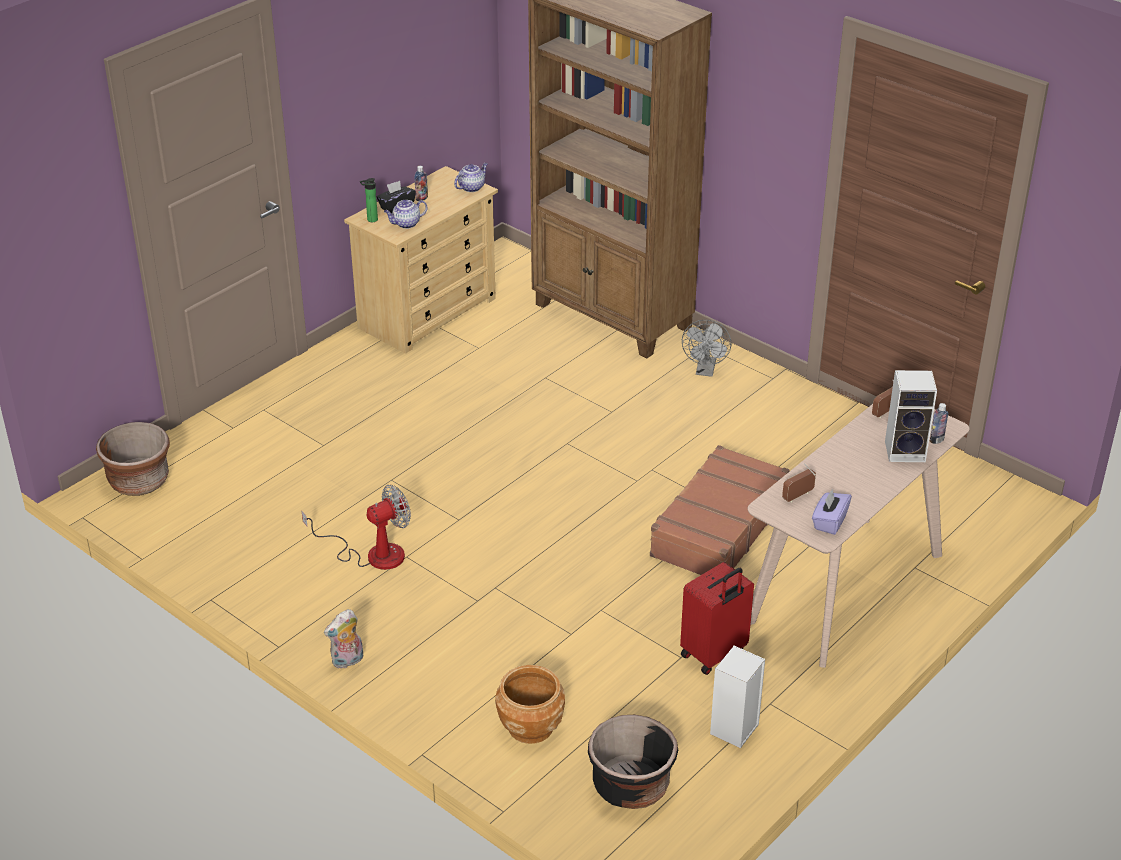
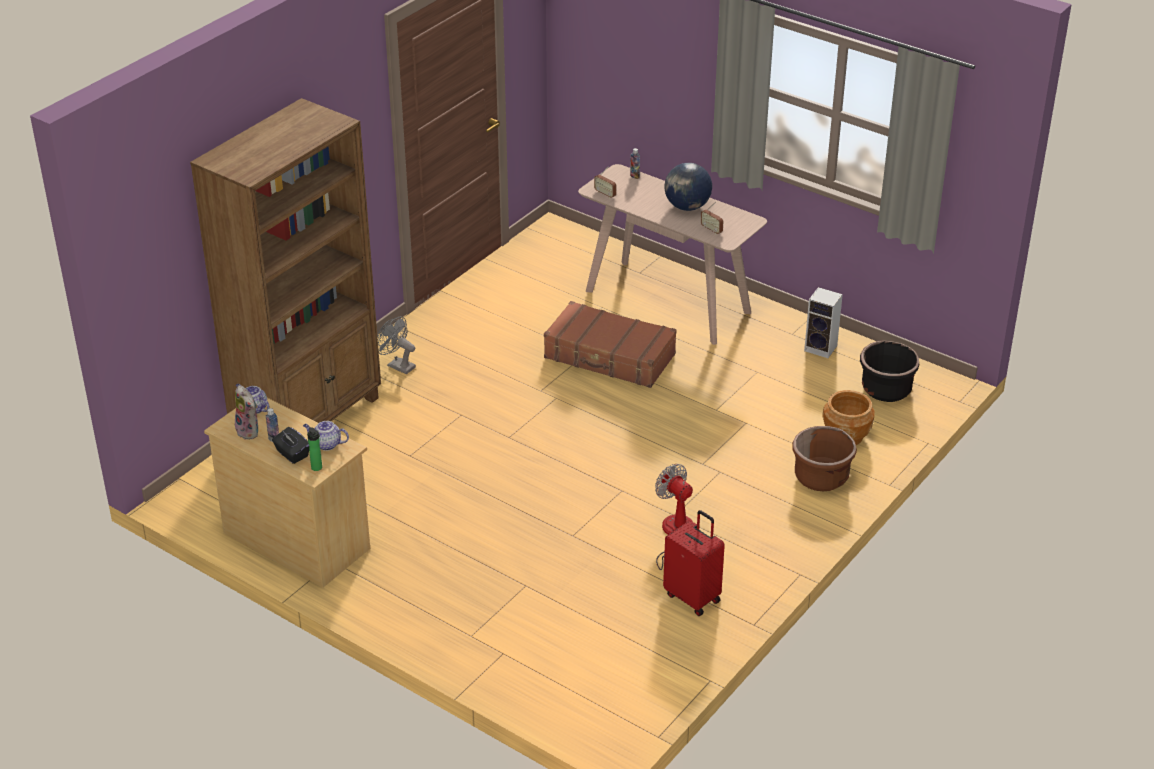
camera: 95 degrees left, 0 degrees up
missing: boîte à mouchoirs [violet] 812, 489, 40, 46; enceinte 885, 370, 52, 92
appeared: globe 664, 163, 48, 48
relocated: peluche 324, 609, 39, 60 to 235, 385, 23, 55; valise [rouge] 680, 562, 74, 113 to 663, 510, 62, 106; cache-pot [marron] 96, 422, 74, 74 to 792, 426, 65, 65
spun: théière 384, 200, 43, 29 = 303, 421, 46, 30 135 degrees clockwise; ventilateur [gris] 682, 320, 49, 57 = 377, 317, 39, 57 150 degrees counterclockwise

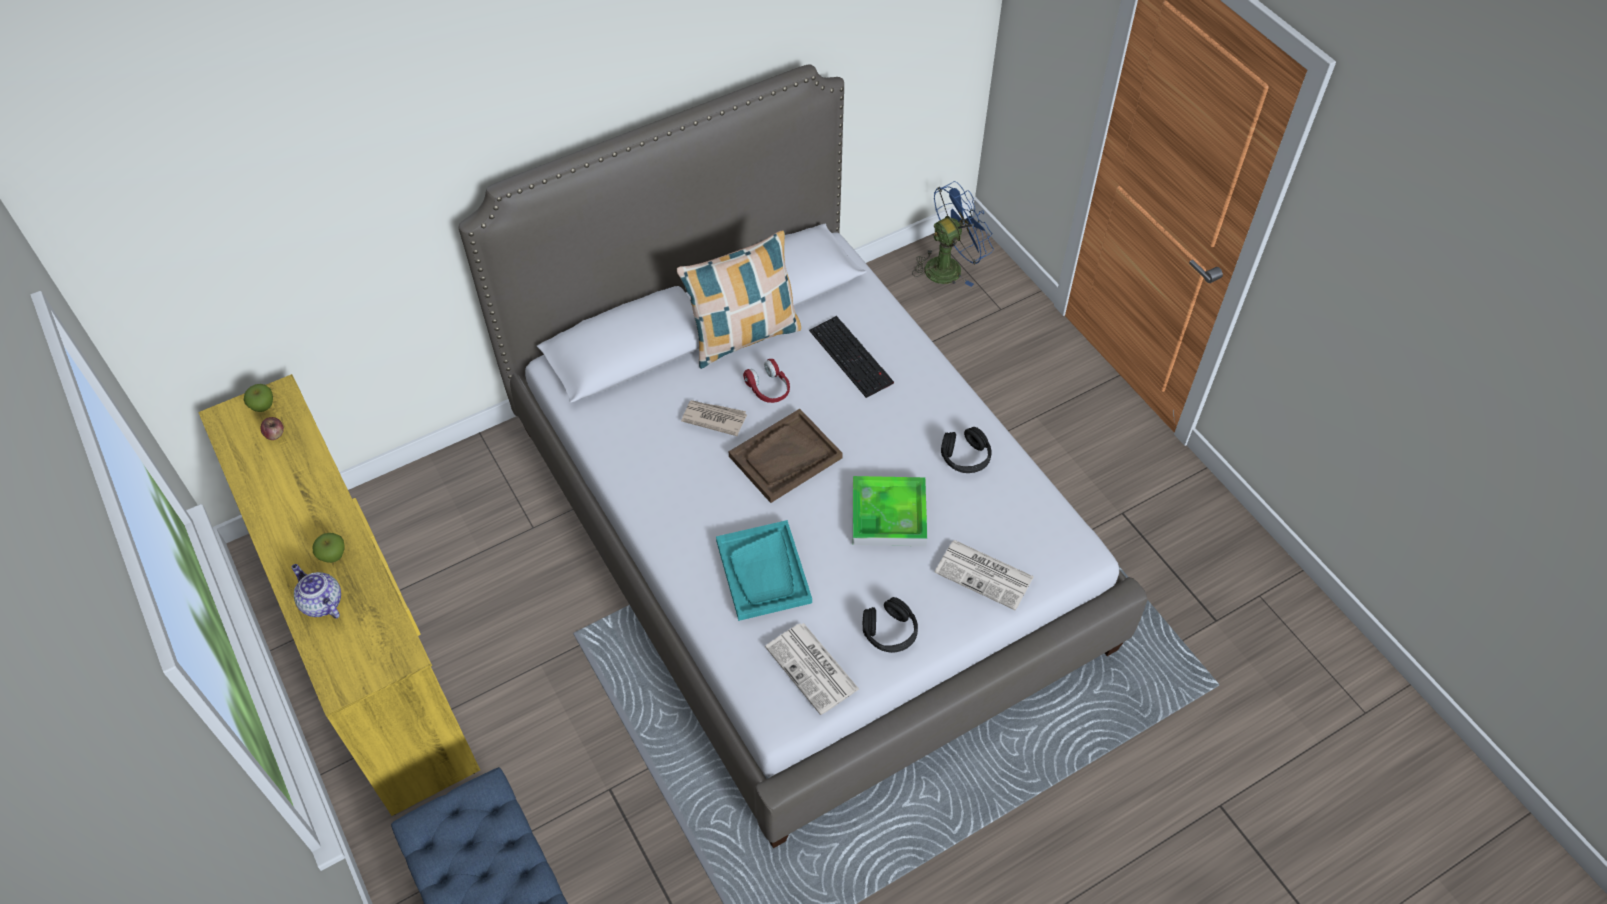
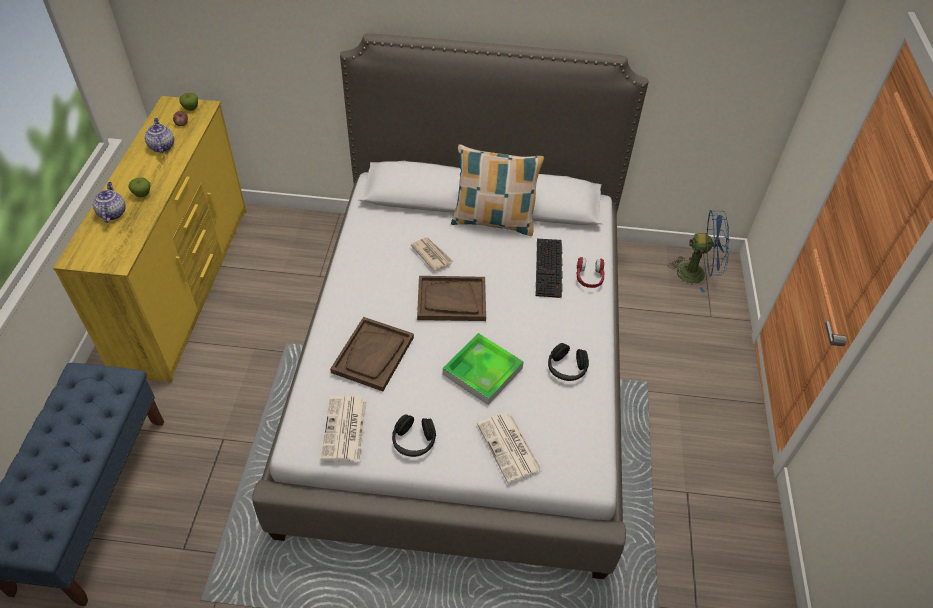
camera: 35 degrees right, 5 degrees down
appeared: théière 145, 118, 29, 35
relocated: casque audio [rouge] 743, 359, 47, 44 to 576, 257, 29, 31
colour: plateau [turquoise] 716, 520, 96, 101 to plateau [marron] 330, 317, 84, 74

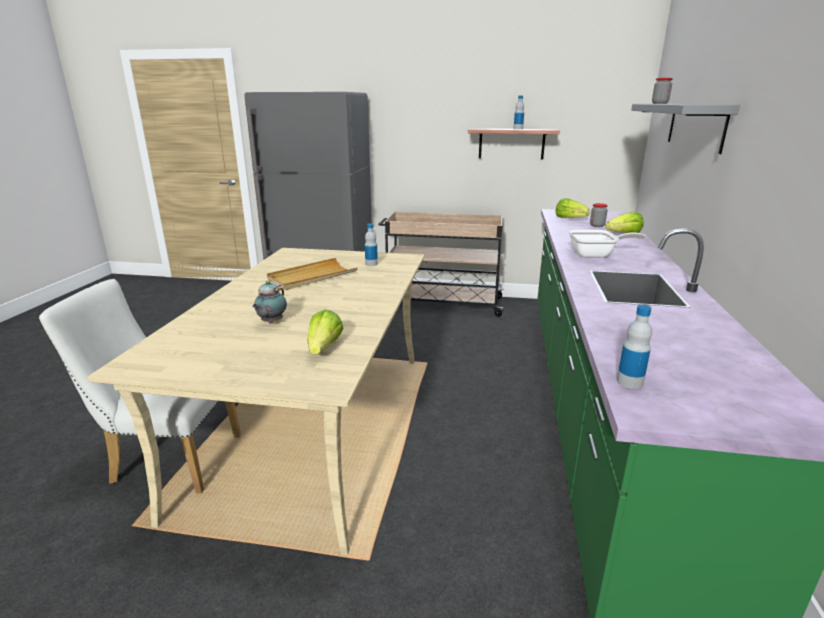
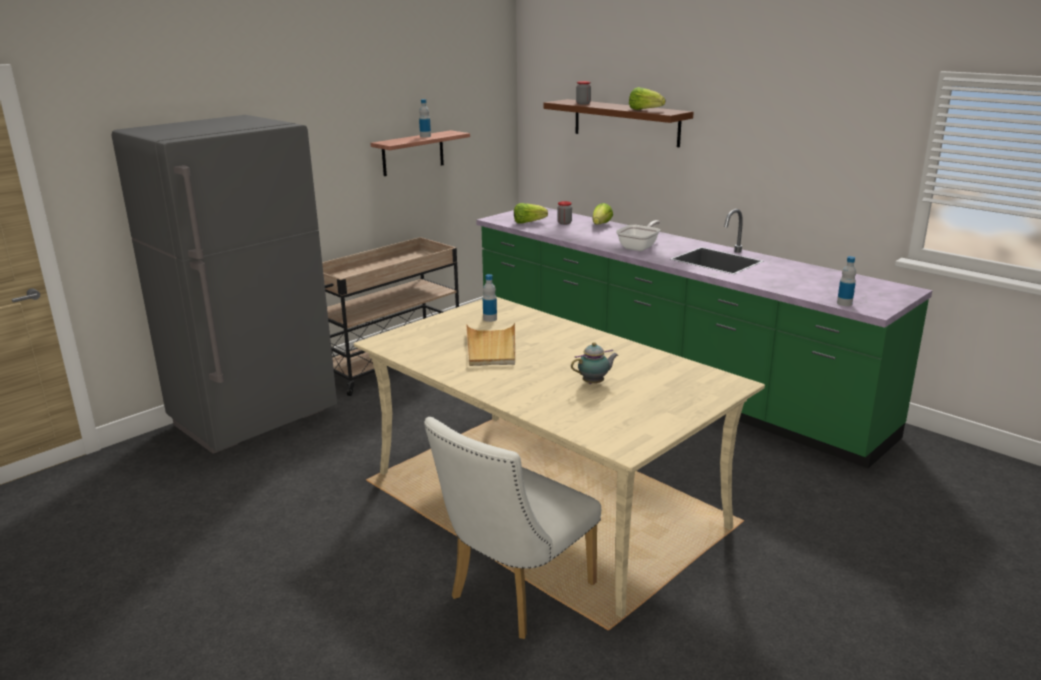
camera: 55 degrees left, 0 degrees up
relocated: laitue 308, 309, 36, 45 to 629, 87, 36, 23
colour: étagère [gris] 631, 104, 109, 50 to étagère [marron] 544, 99, 150, 48
spun: théière 252, 280, 35, 44 = 571, 342, 47, 42 75 degrees counterclockwise

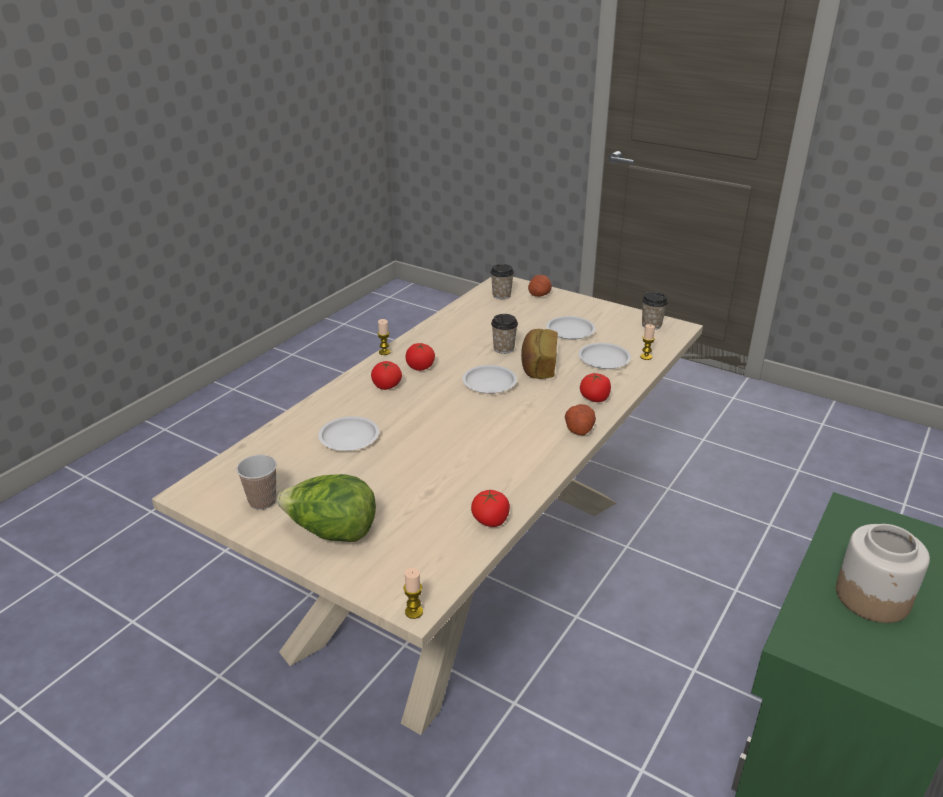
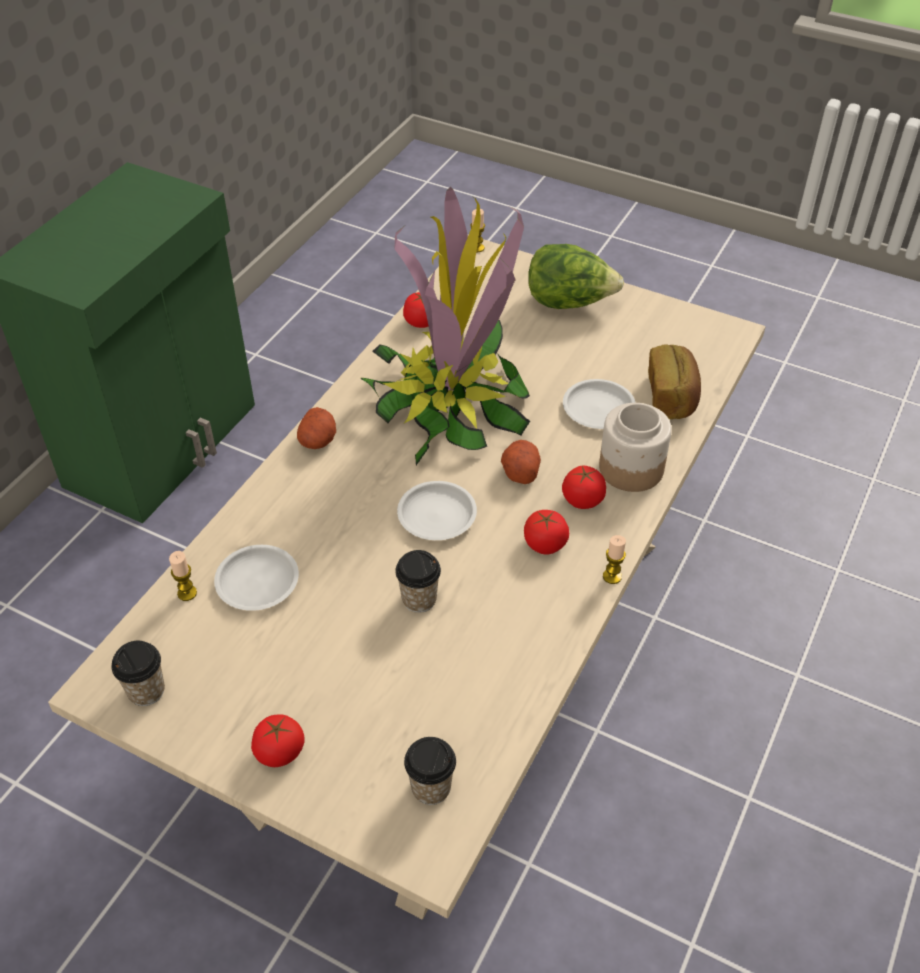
camera: 175 degrees right, 15 degrees up
missing: tasse 236, 455, 41, 55; assiette [blanc] 546, 316, 49, 24
appeared: plante en pot 361, 187, 169, 278
relocated: tomate 580, 373, 31, 29 to 251, 714, 53, 53; pomme de terre 528, 275, 24, 22 to 501, 440, 40, 44; bocal 836, 524, 94, 99 to 599, 403, 73, 89; pain 521, 329, 37, 50 to 648, 344, 53, 75

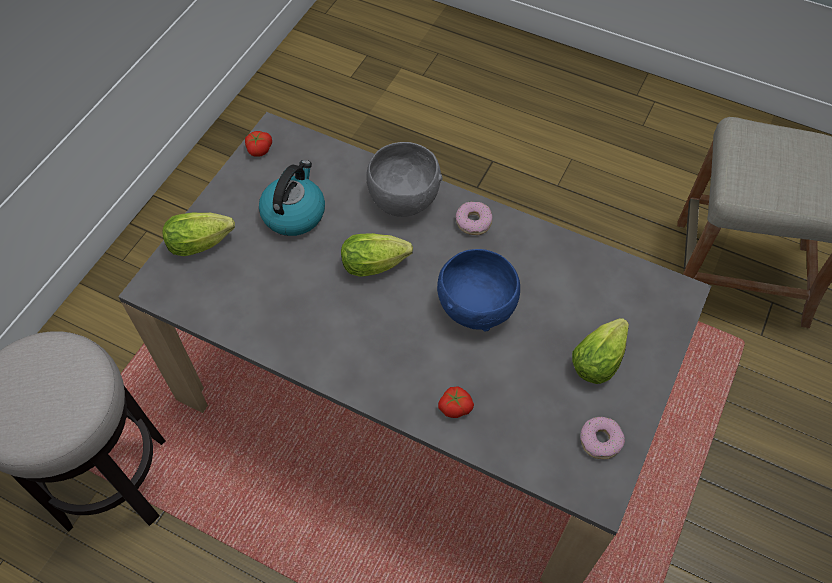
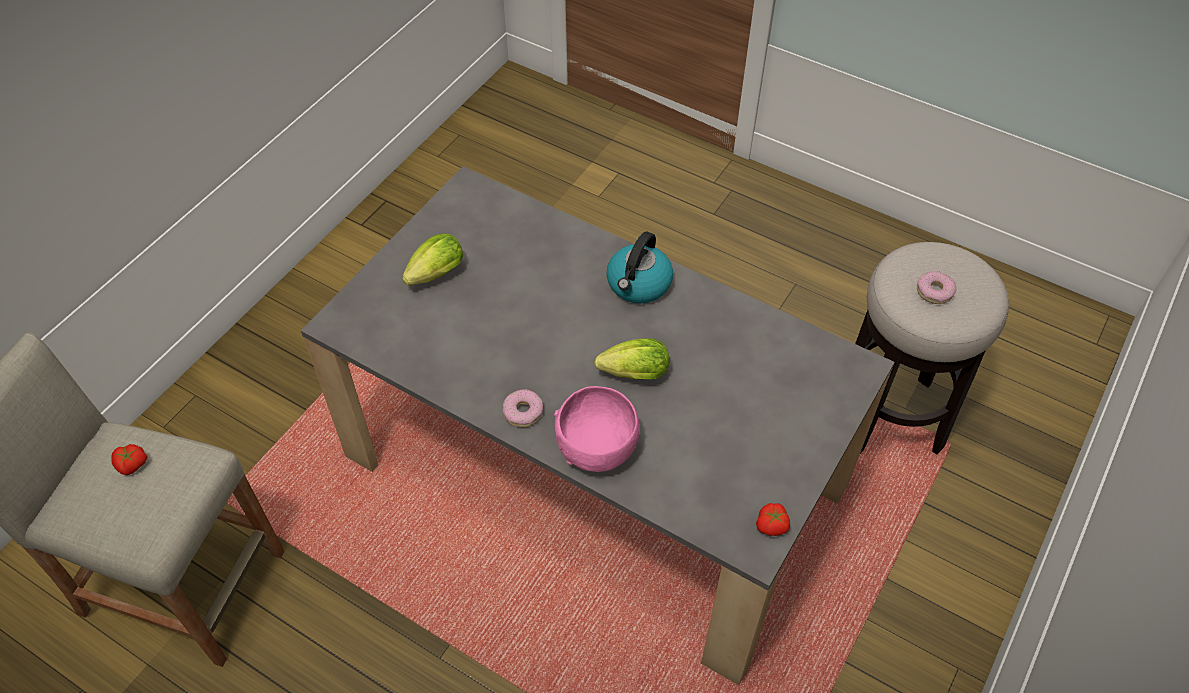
camera: 175 degrees left, 5 degrees down
missing: laitue 162, 213, 73, 43; bol [bleu] 437, 249, 83, 82
relocated: tomate 438, 386, 36, 32 to 111, 444, 36, 31; bouilloire 259, 160, 66, 76 to 606, 231, 67, 72; beignet 580, 417, 45, 42 to 917, 271, 39, 33
colour: bol [gris] 366, 142, 76, 75 to bol [rose] 554, 386, 86, 86

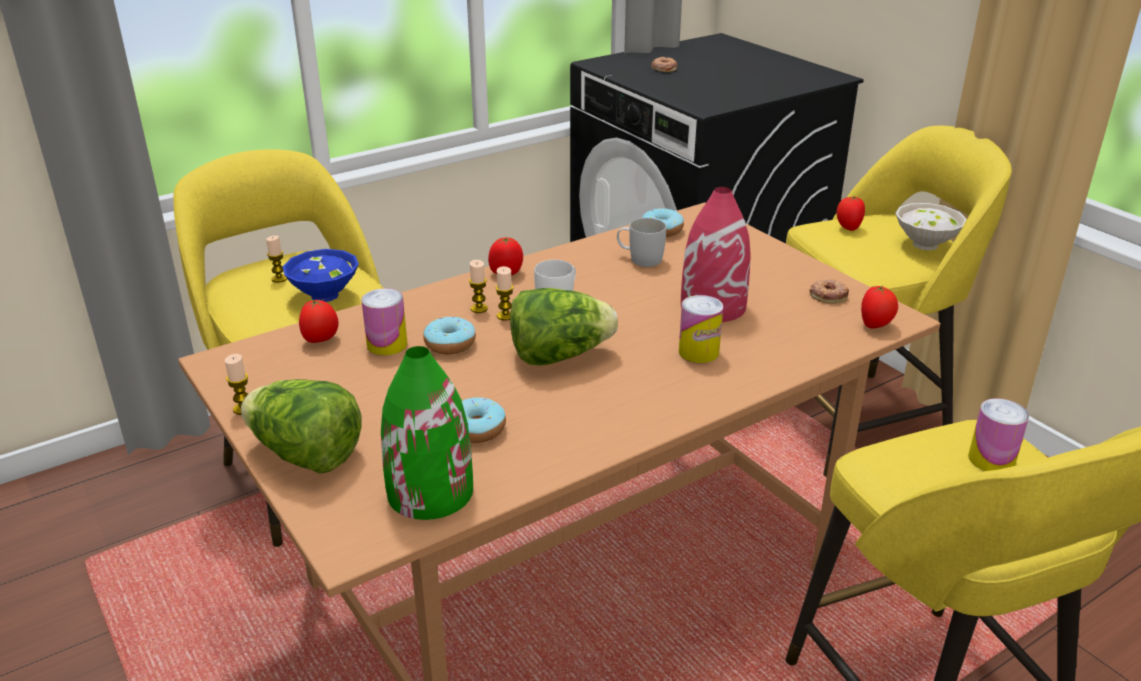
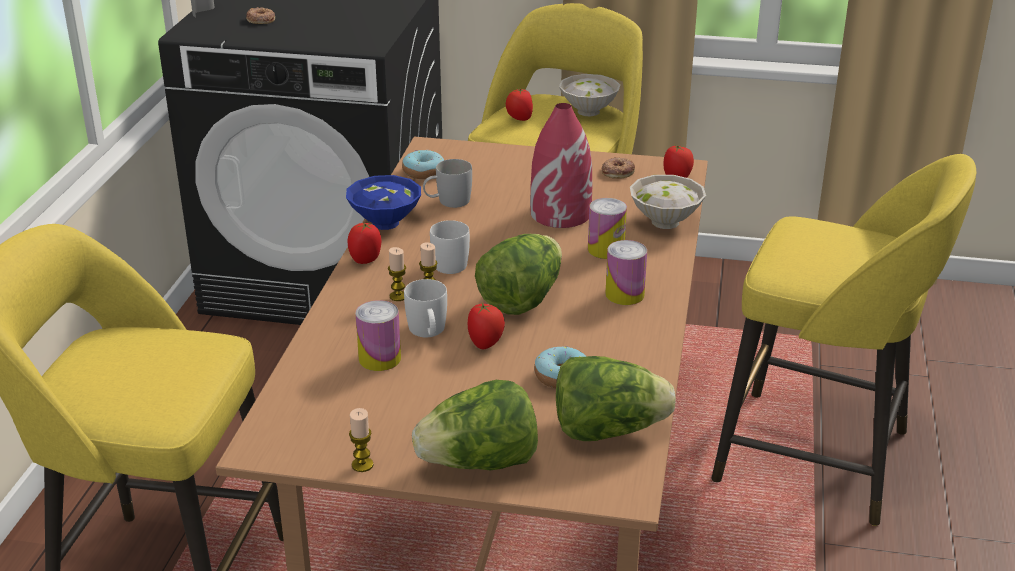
camera: 45 degrees left, 0 degrees up
missing: bougie 266, 235, 21, 48
appeared: bol [blanc] 630, 175, 76, 54
relocated: bol [bleu] 283, 249, 76, 53 to 346, 175, 75, 55; tomate 299, 299, 40, 44 to 468, 303, 37, 46; boîte métallique 968, 398, 61, 73 to 605, 240, 42, 65
exchanged: beignet 423, 316, 53, 38 to mug [blanc] 404, 279, 43, 58; vase [vert] 381, 346, 92, 174 to laitue 556, 356, 120, 85

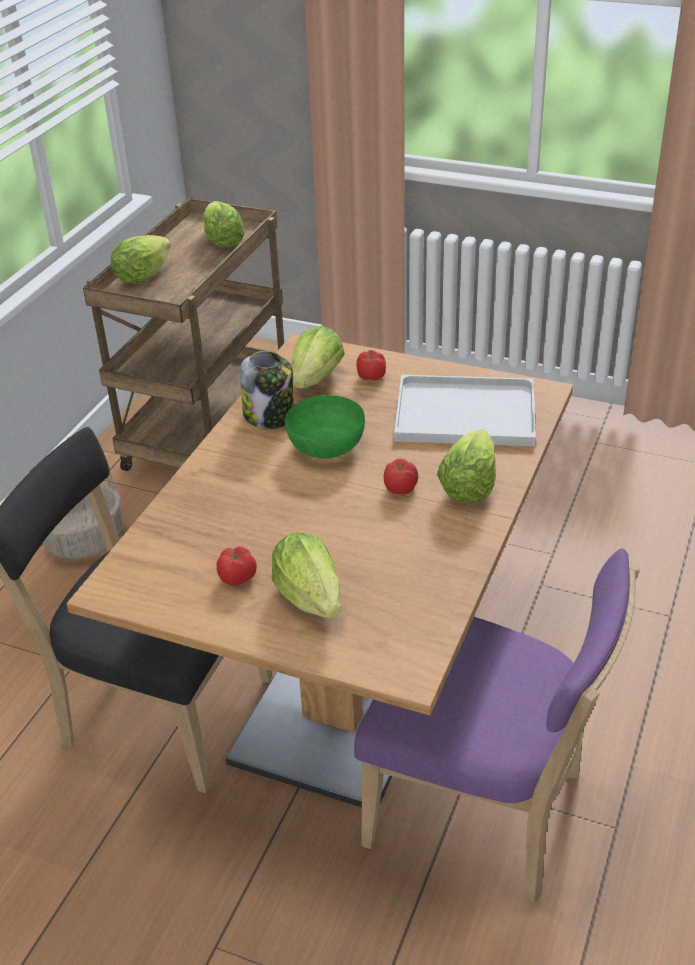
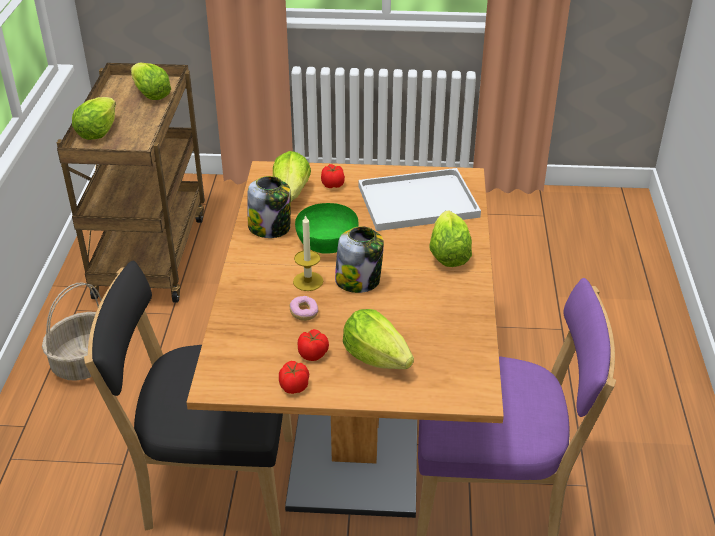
camera: 20 degrees left, 0 degrees up
appeared: beignet 290, 296, 29, 25; bougie 293, 214, 30, 77; bocal 335, 226, 49, 67
relocated: tomate 384, 459, 34, 35 to 279, 361, 30, 33

